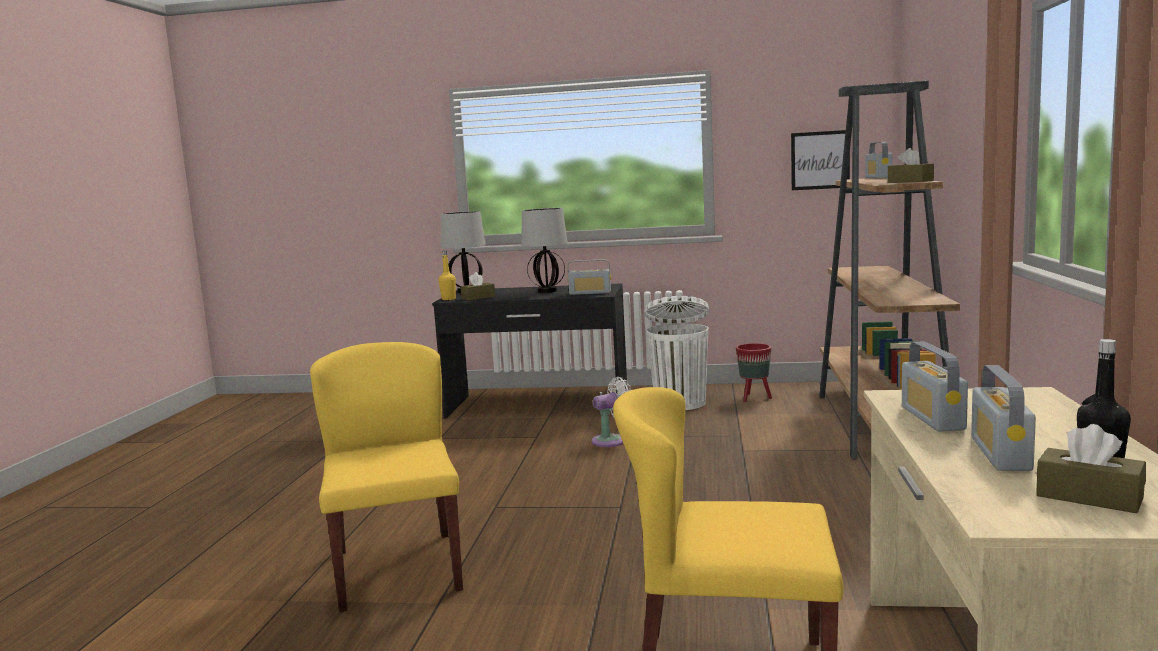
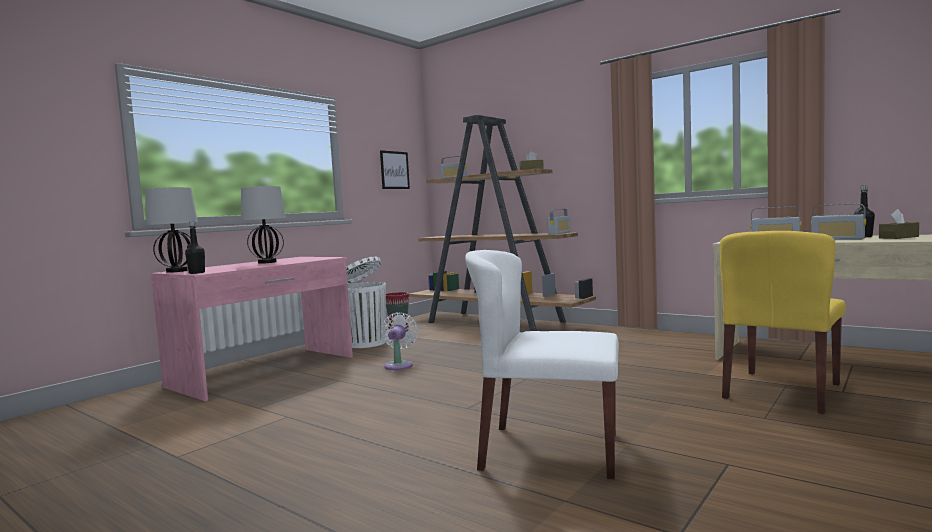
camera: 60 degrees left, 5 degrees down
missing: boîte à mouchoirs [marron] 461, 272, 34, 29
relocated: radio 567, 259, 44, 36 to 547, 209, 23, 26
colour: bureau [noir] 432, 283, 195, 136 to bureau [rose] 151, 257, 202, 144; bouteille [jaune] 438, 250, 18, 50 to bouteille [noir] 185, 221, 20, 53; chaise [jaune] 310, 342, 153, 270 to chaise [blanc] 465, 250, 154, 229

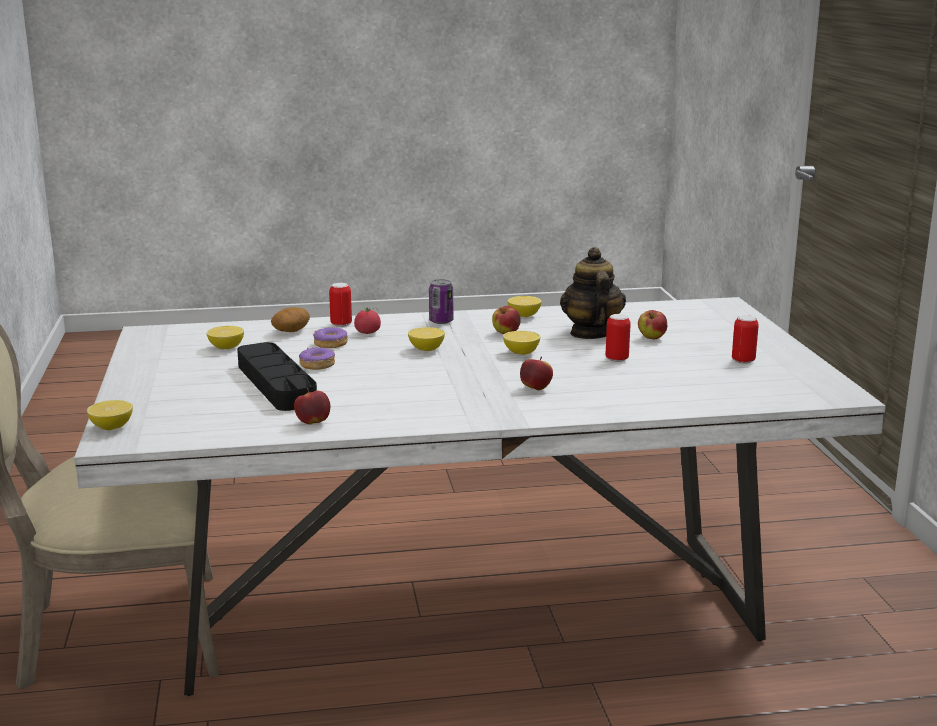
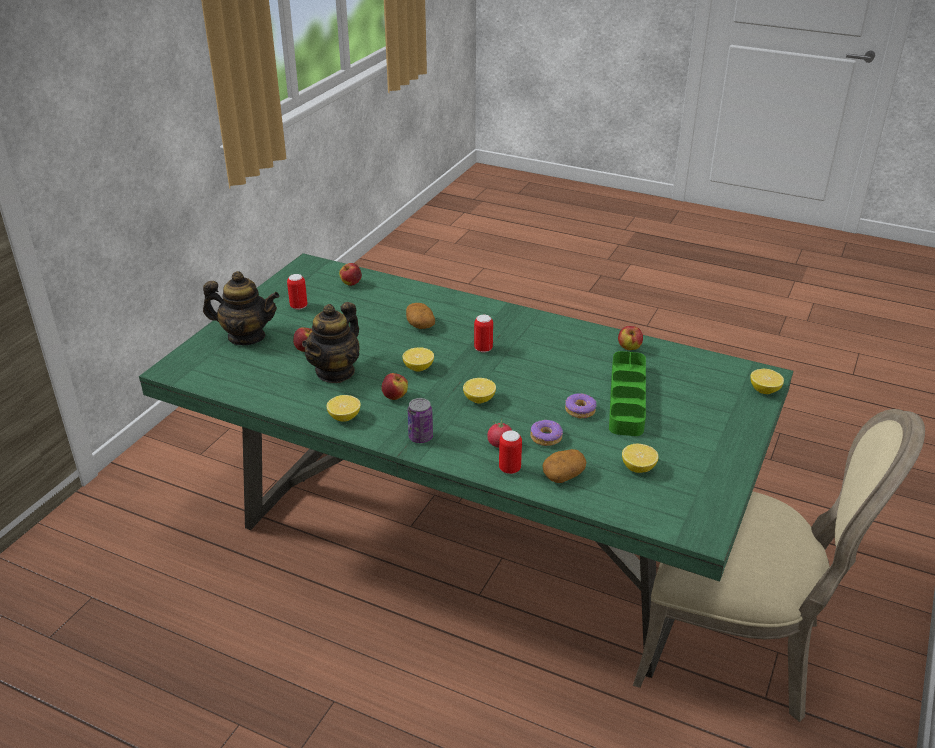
camera: 145 degrees left, 15 degrees up
appeared: théière 203, 271, 76, 74; pomme de terre 406, 303, 29, 26
relocated: pomme 520, 356, 33, 34 to 339, 263, 23, 23; boîte métallique 606, 314, 25, 48 to 474, 315, 19, 38
colour: table à manger [blanc] 74, 297, 812, 399 to table à manger [vert] 139, 253, 654, 425; plateau [noir] 237, 342, 80, 69 to plateau [vert] 609, 351, 37, 85

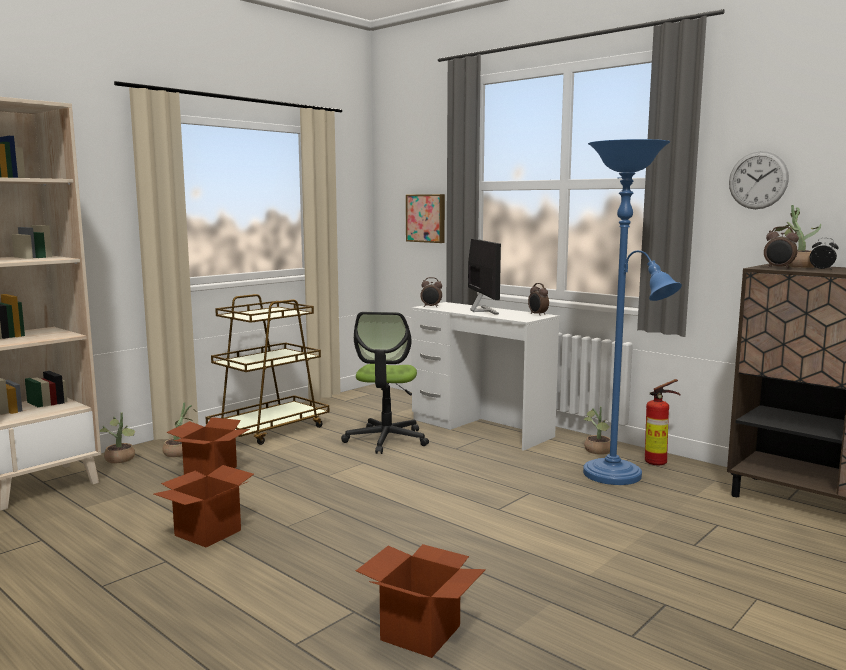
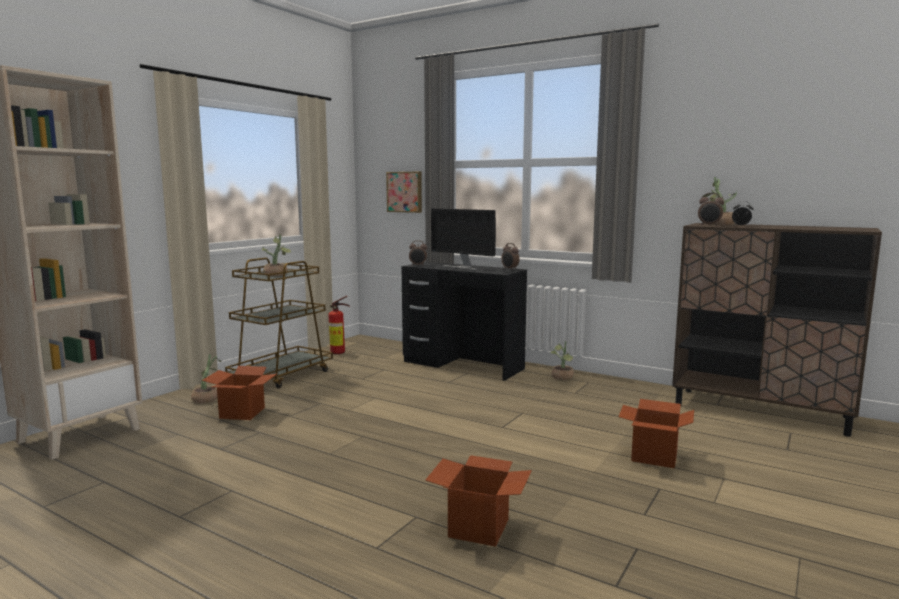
camera: 10 degrees left, 0 degrees up
missing: chaise de bureau 341, 312, 88, 142; lampadaire [bleu] 583, 139, 99, 346; horloge murale 729, 151, 60, 58
relocated: plante en pot 100, 412, 35, 51 to 262, 234, 29, 42; extincteur 645, 379, 36, 87 to 328, 296, 22, 58; carton 154, 465, 100, 82 to 618, 399, 76, 69
colour: bureau [blanc] 412, 302, 147, 149 to bureau [noir] 401, 262, 126, 119
spun: écran d'ordinateur 468, 239, 33, 75 = 431, 208, 65, 62 150 degrees clockwise

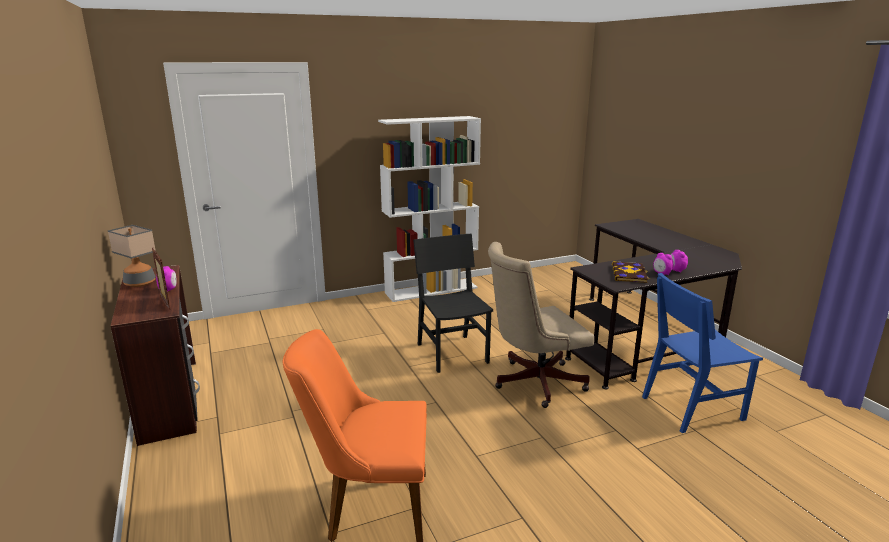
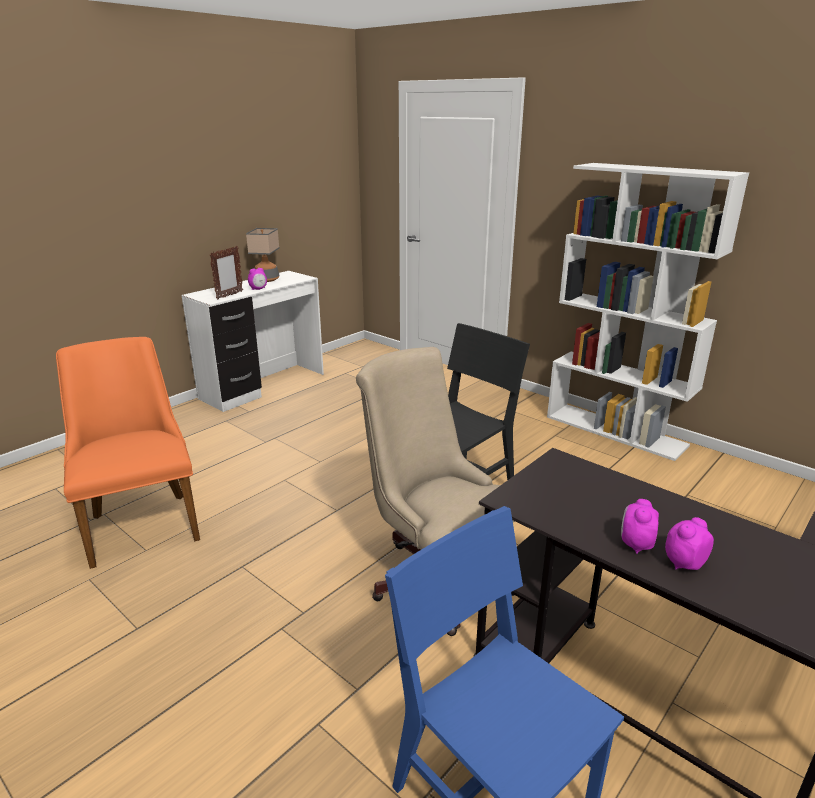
camera: 65 degrees right, 5 degrees up
missing: livre 612, 261, 38, 22
colour: bureau [marron] 111, 265, 89, 181 to bureau [blanc] 181, 271, 143, 141

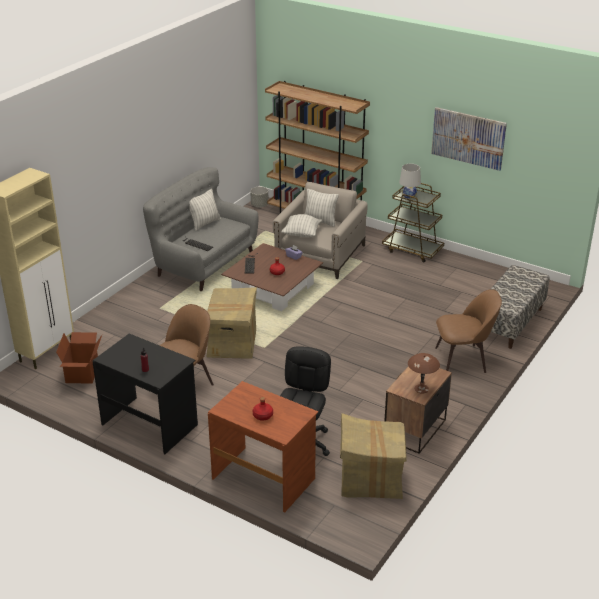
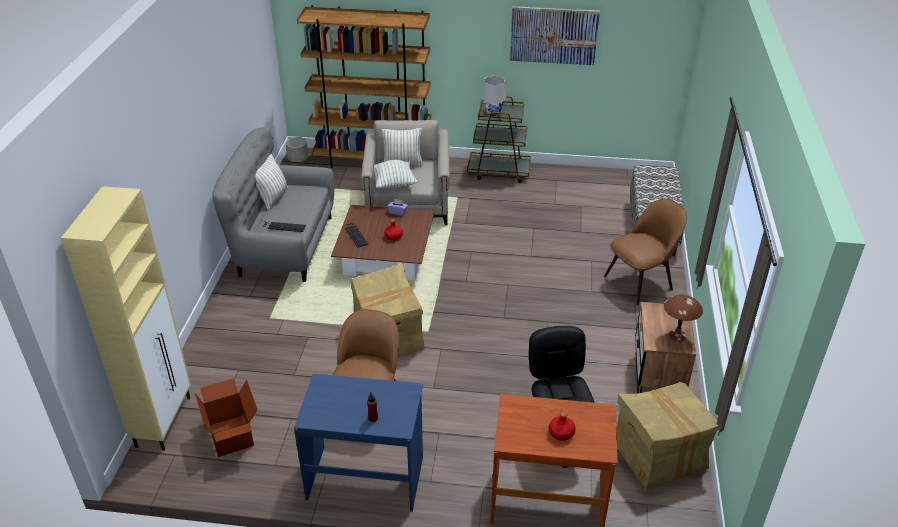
camera: 25 degrees left, 5 degrees up
colour: bureau [noir] 92, 333, 106, 121 to bureau [bleu] 294, 373, 129, 139

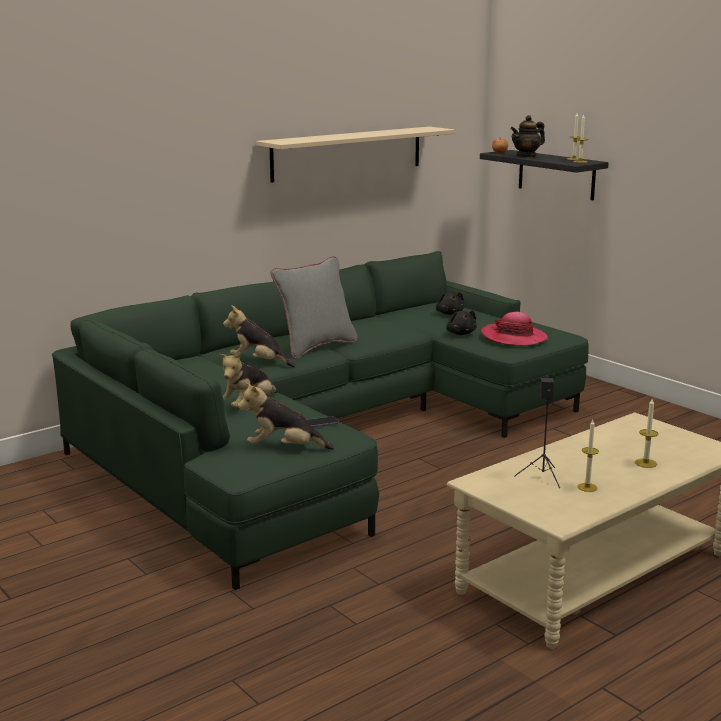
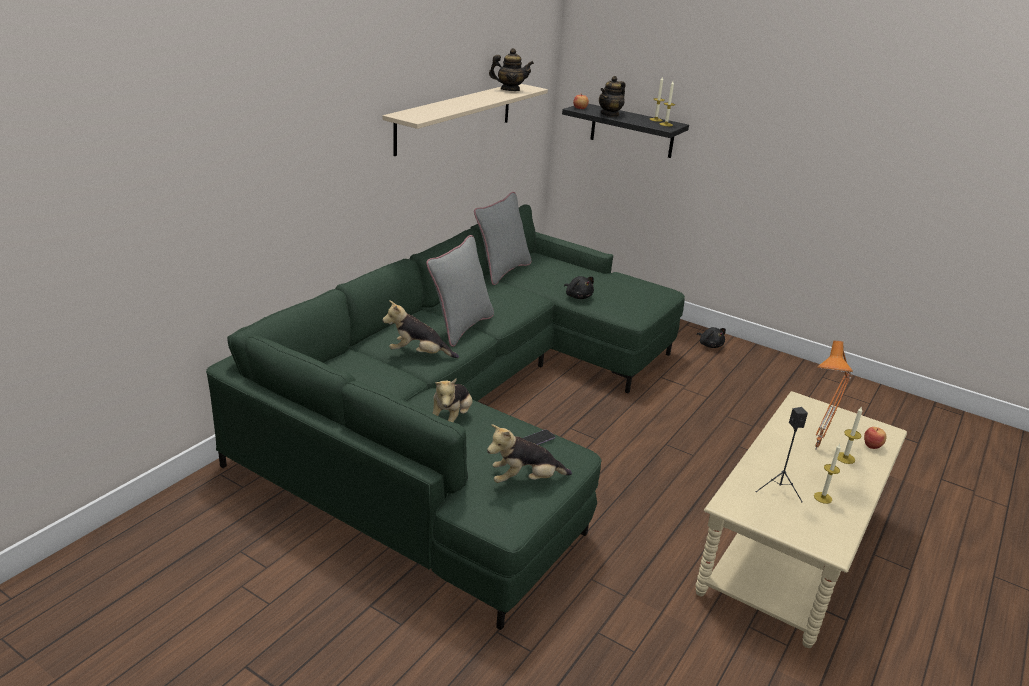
camera: 20 degrees left, 10 degrees up
missing: chapeau 481, 312, 67, 34
appeared: coussin [gris] 474, 192, 57, 93; théière 489, 48, 45, 43; lampe de table [orange] 815, 340, 38, 110; pomme 864, 427, 22, 22
relocated: peluche [noir] 436, 292, 28, 23 to 696, 327, 30, 21

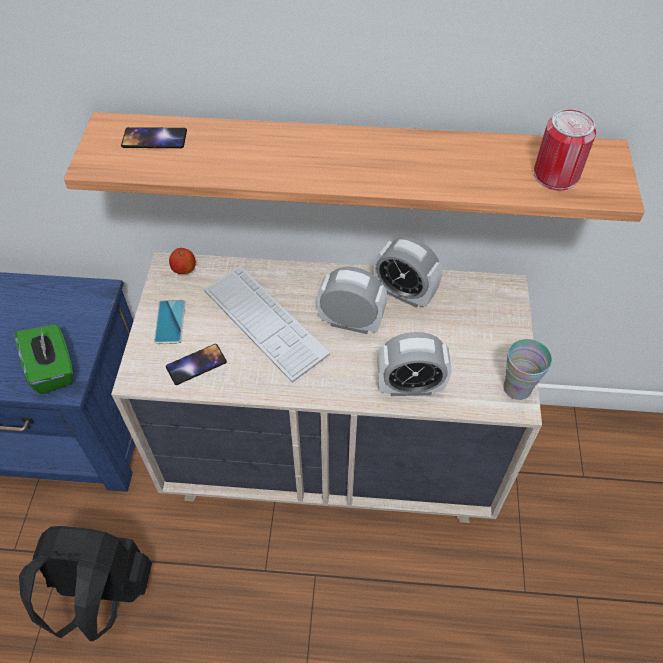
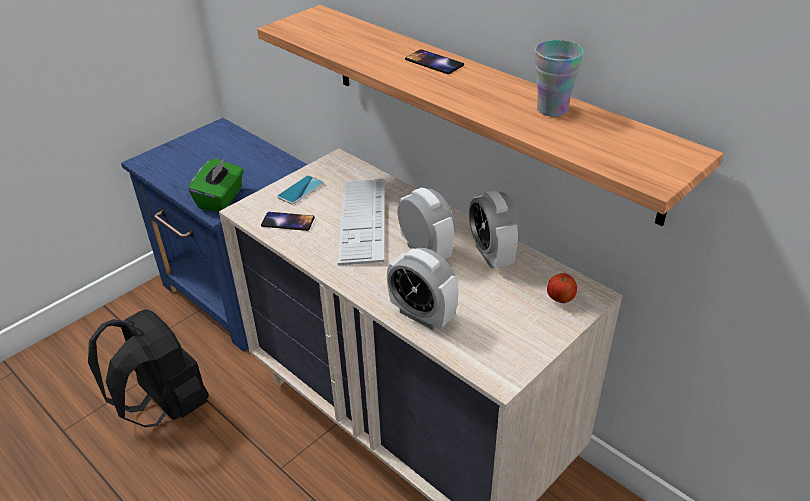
camera: 40 degrees right, 15 degrees down
missing: boîte métallique 534, 109, 62, 82
relocated: téléphone 121, 127, 66, 21 to 405, 49, 59, 25; tasse 503, 339, 49, 61 to 535, 40, 49, 77; pomme 169, 248, 27, 26 to 547, 273, 30, 30

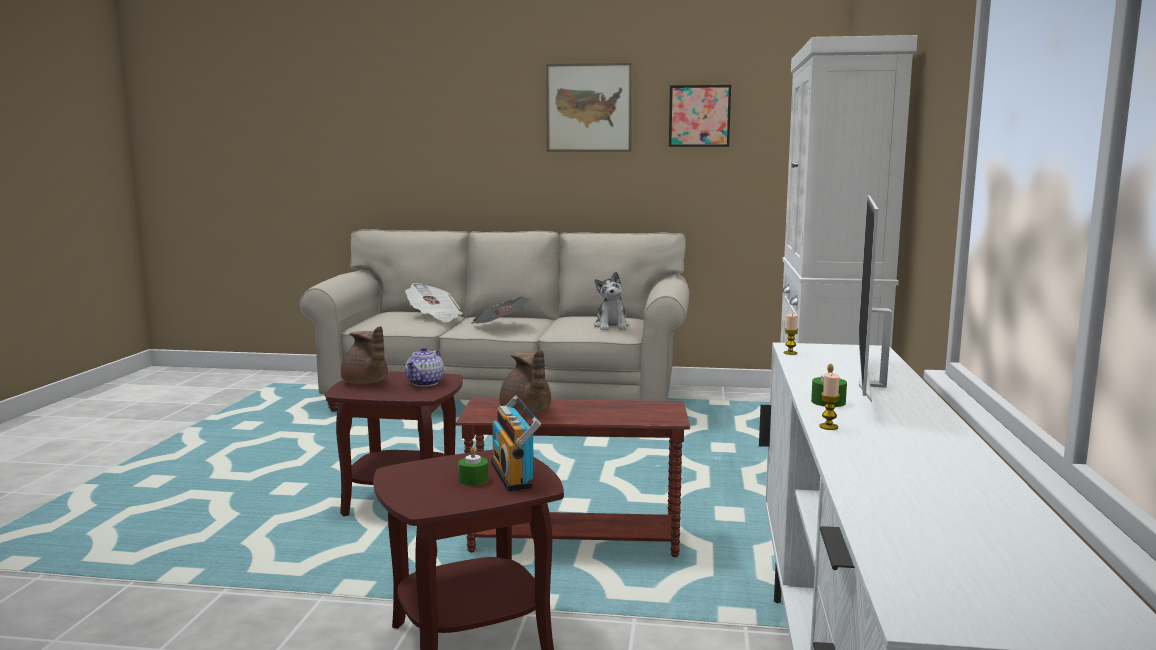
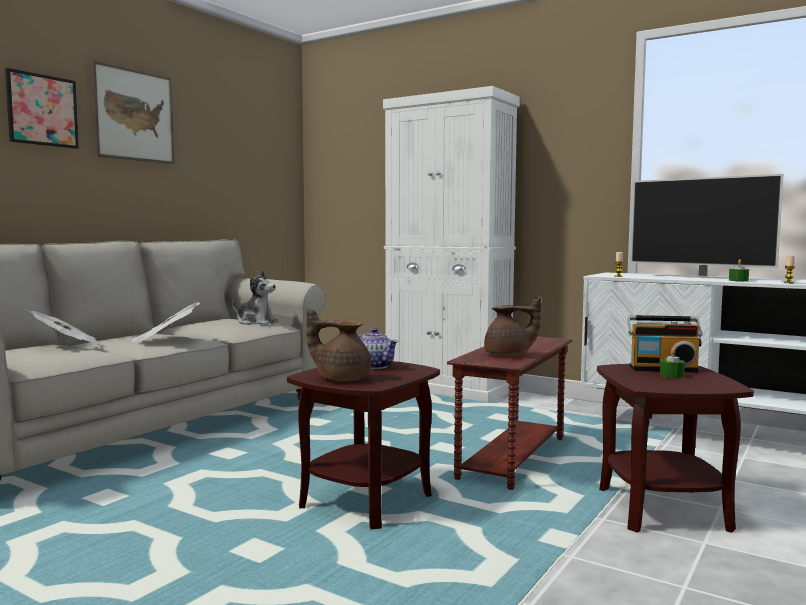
camera: 65 degrees left, 5 degrees down
relocated: tableau 669, 85, 62, 62 to 5, 68, 74, 81
spun: théière [marron] 341, 326, 47, 58 = 306, 308, 65, 73 150 degrees counterclockwise

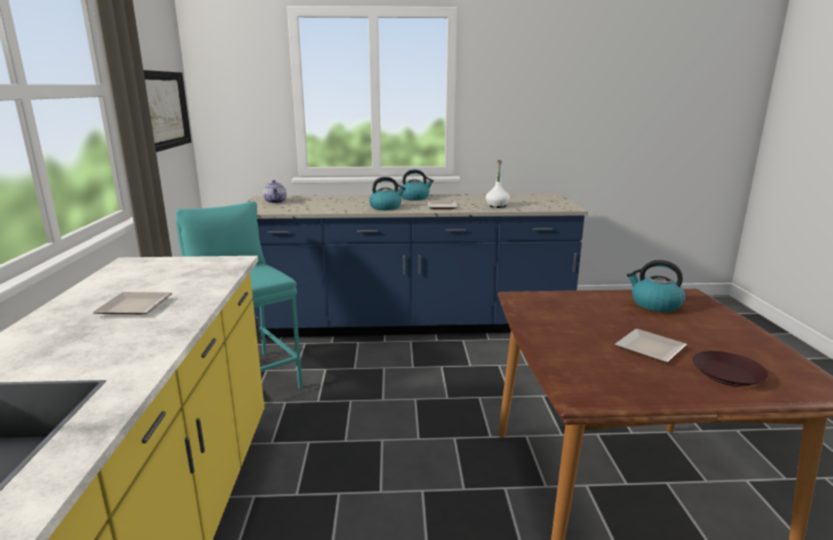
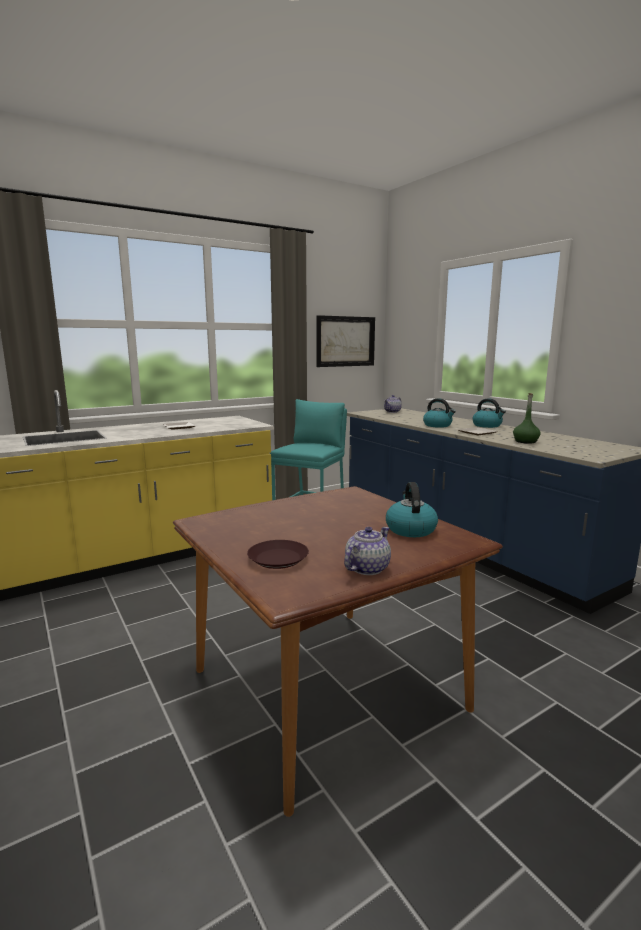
camera: 60 degrees right, 5 degrees down
missing: assiette 614, 329, 73, 34
appeared: théière 344, 527, 47, 48
colour: bouteille [blanc] 486, 160, 24, 48 to bouteille [vert] 513, 393, 28, 51

